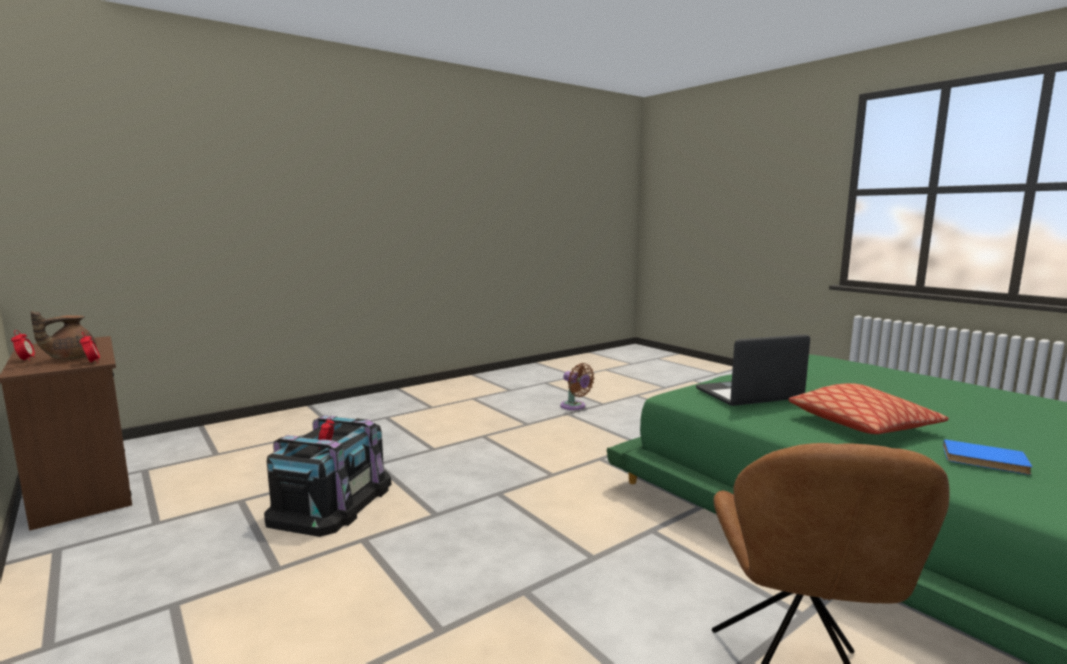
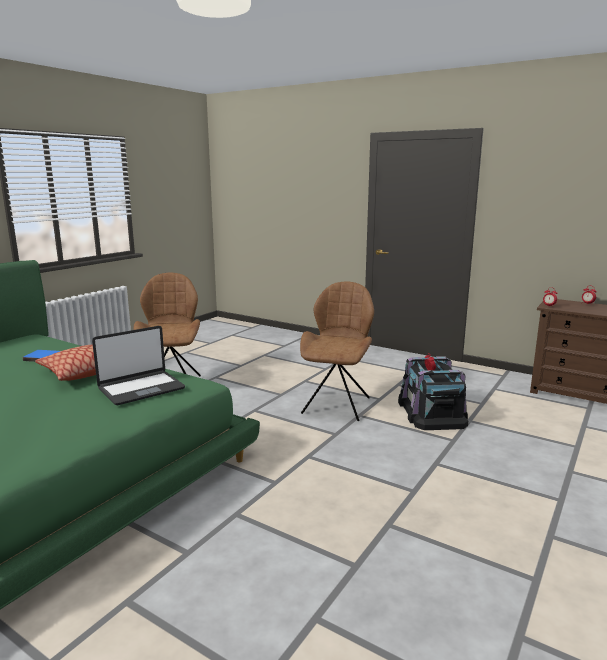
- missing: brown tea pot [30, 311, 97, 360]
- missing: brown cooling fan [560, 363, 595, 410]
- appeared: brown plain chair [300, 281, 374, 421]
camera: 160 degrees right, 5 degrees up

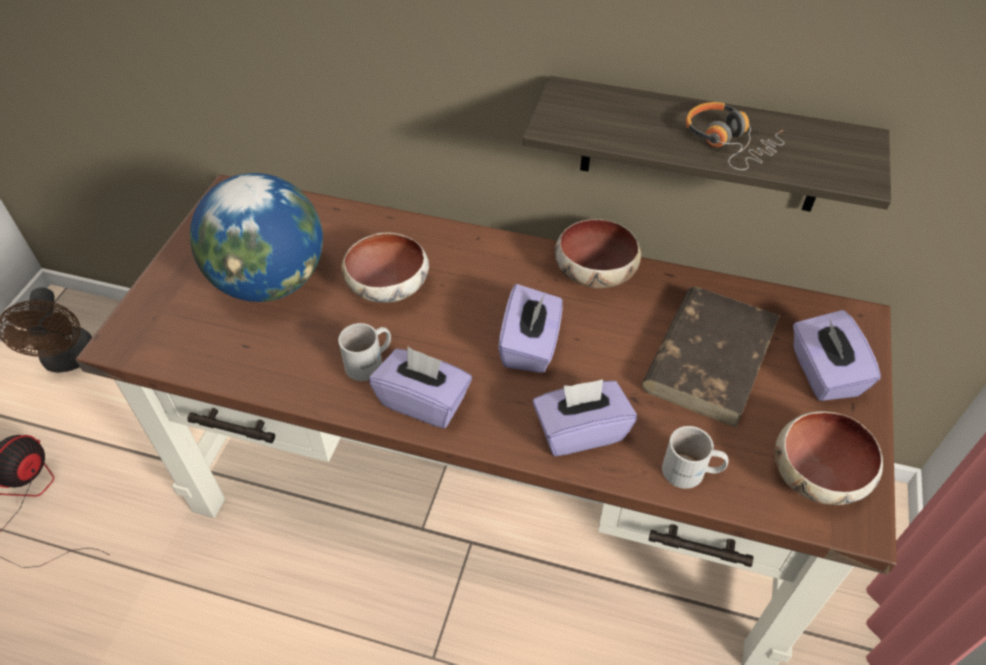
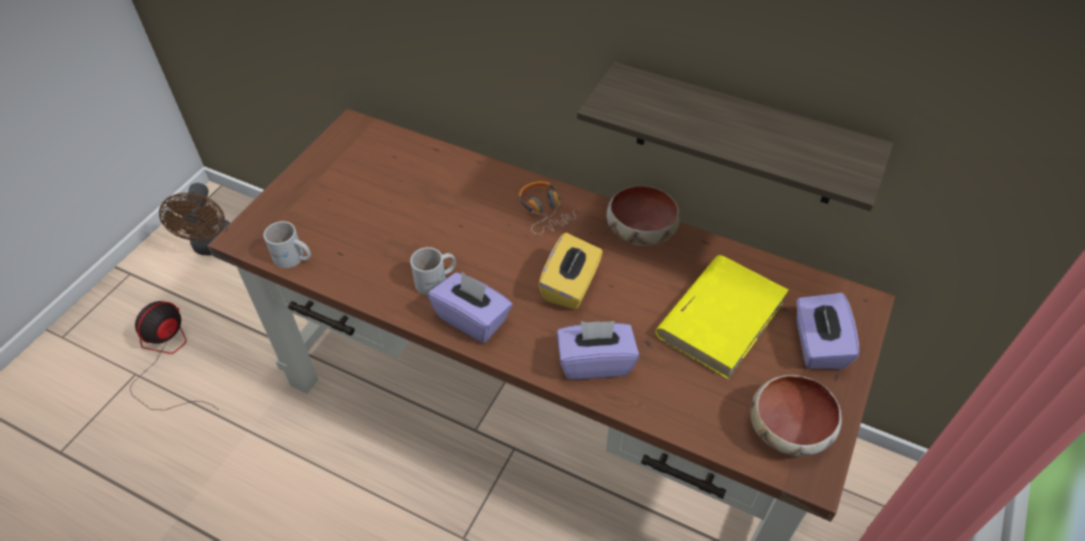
- relocated: headphones [686, 102, 784, 170] to [518, 181, 580, 234]
- missing: desk globe [190, 173, 323, 302]
- missing: bowl [342, 233, 429, 303]
- colour: purplish tissue holder [498, 284, 563, 373] to yellow tissue holder [538, 233, 603, 310]
- colour: brown book [642, 287, 780, 428] to yellow book [655, 255, 789, 380]
- relocated: white coffee mug [662, 426, 729, 489] to [263, 221, 311, 268]
camera: 10 degrees right, 0 degrees up

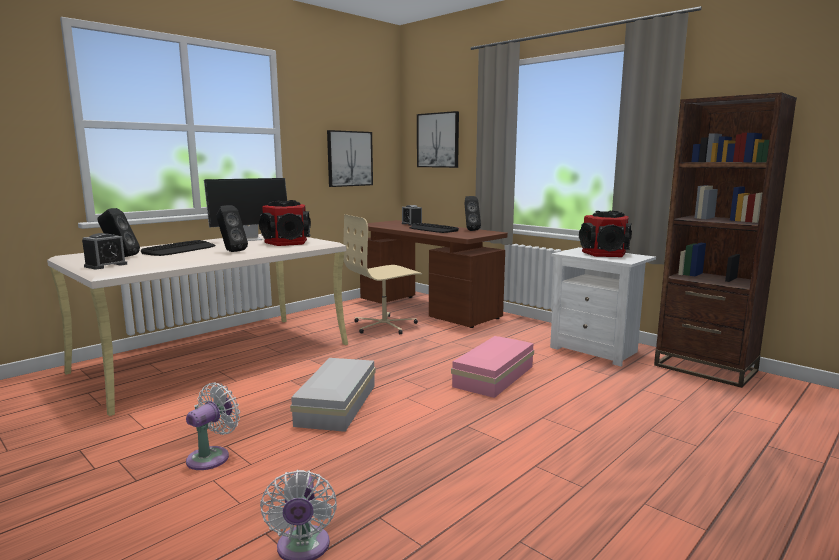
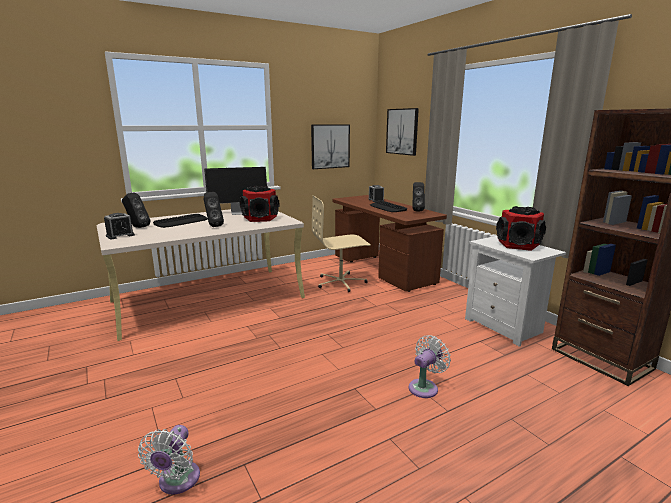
- missing: pink-coloured storage bin [451, 336, 534, 398]
- missing: white storage bin [290, 358, 376, 432]
- relocated: white cooling fan [186, 382, 240, 470] to [409, 335, 451, 398]
camera: 15 degrees right, 5 degrees up

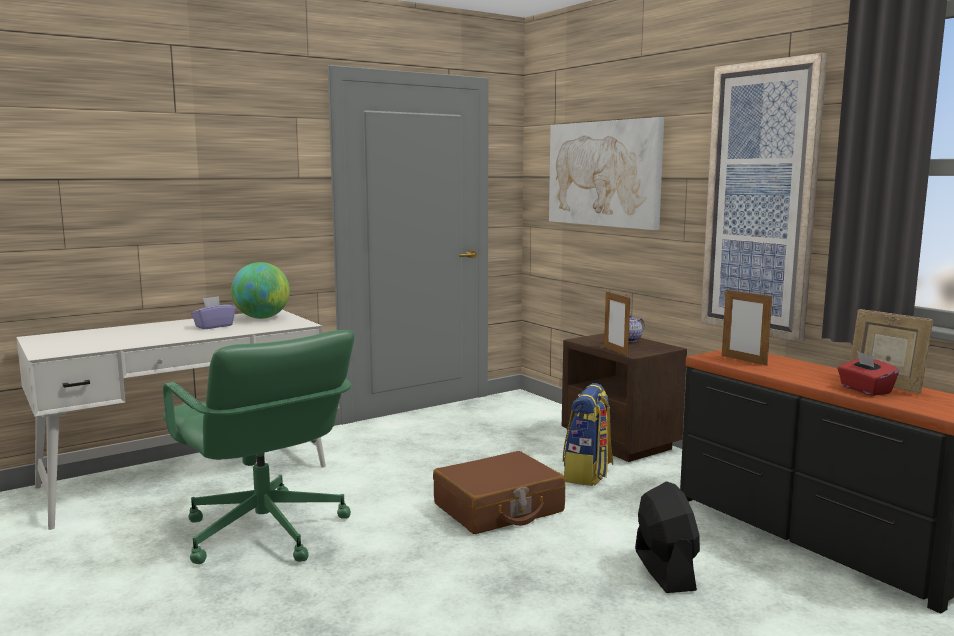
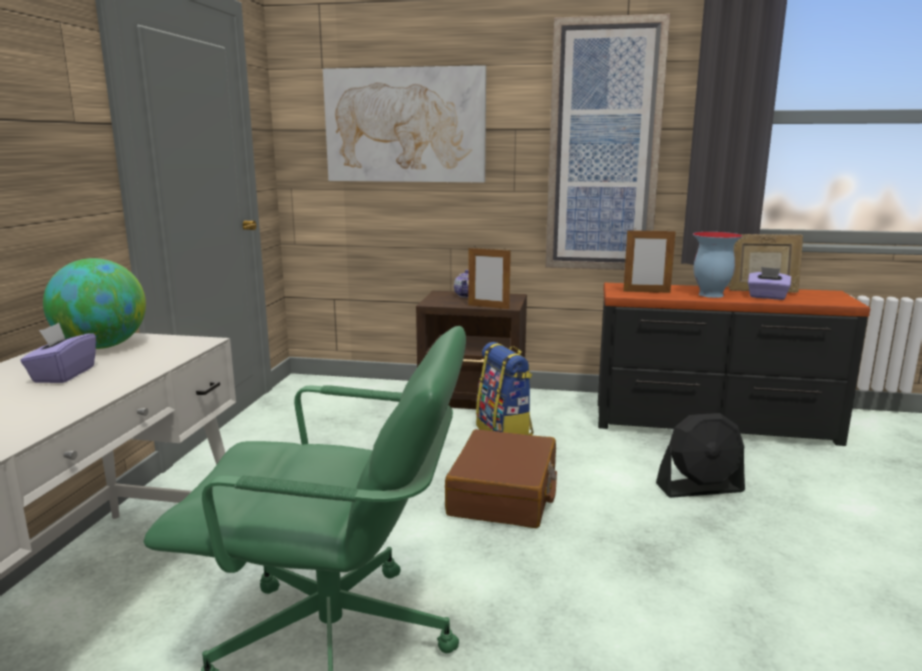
- colour: red tissue holder [837, 351, 899, 396] to purplish tissue holder [748, 267, 791, 300]
- spun: black cooling fan [635, 481, 700, 593] = [656, 413, 745, 498] 135 degrees clockwise
- appeared: vase [693, 232, 742, 298]
camera: 45 degrees left, 5 degrees up

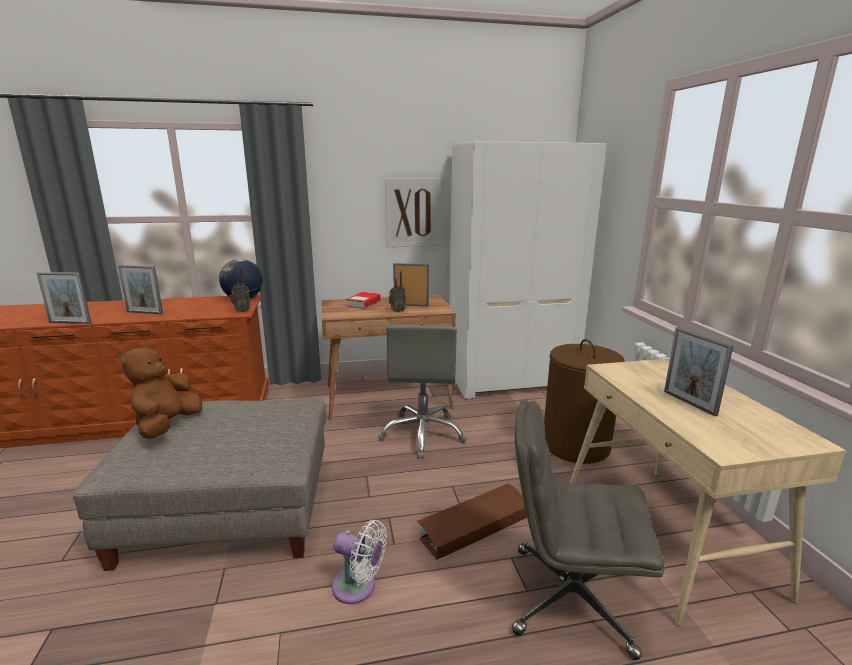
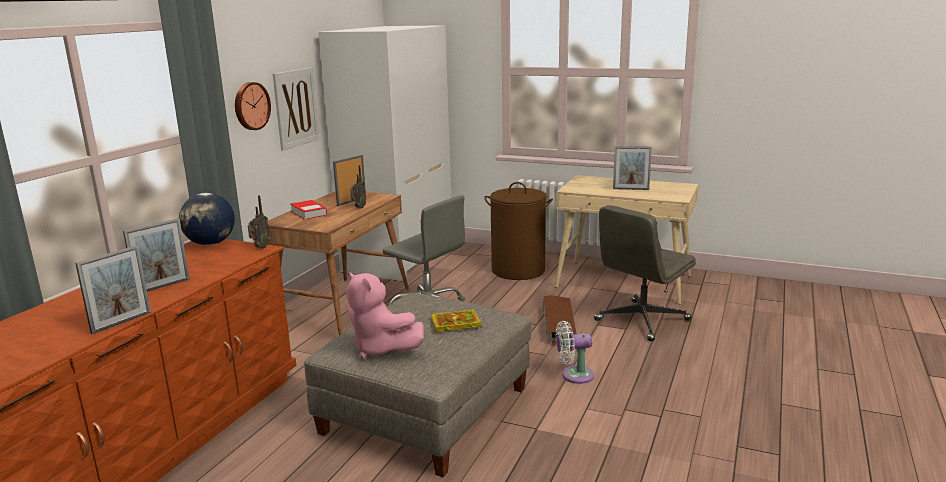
- colour: brown soft toy [118, 343, 202, 439] to pink-coloured soft toy [347, 272, 424, 359]
- spun: white cooling fan [332, 520, 387, 604] = [556, 321, 594, 384] 150 degrees counterclockwise
- appeared: clock on the wall [235, 82, 271, 130]
- appeared: book [431, 309, 482, 332]
camera: 55 degrees left, 0 degrees up

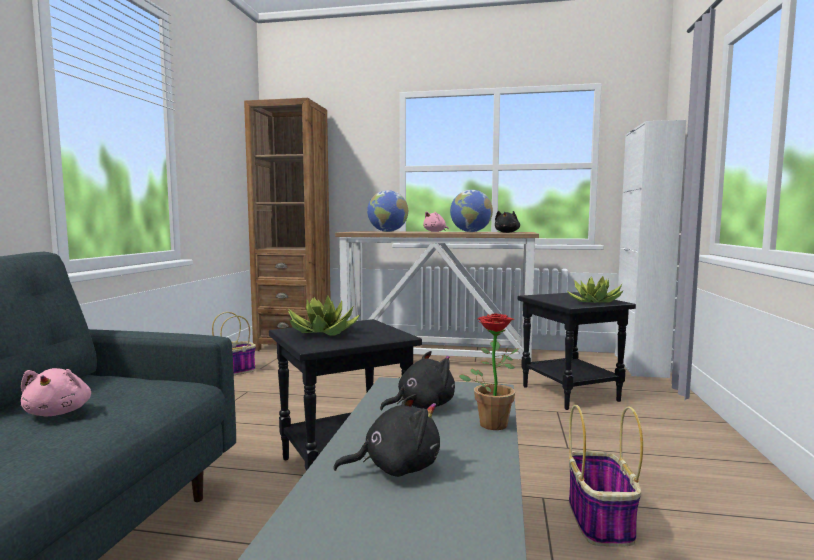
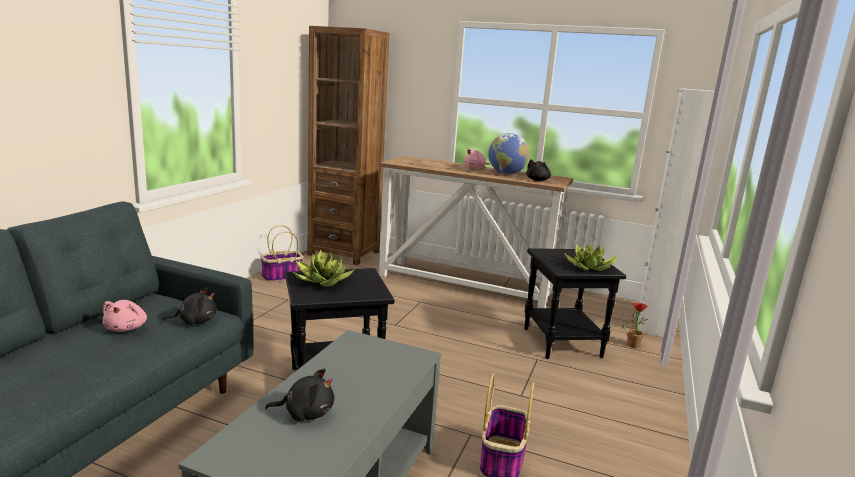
- missing: desk globe [367, 190, 408, 232]
- relocated: potted plant [459, 314, 519, 430] to [622, 303, 648, 348]
- relocated: black soft toy [380, 351, 455, 411] to [163, 288, 217, 325]
camera: 10 degrees right, 10 degrees up

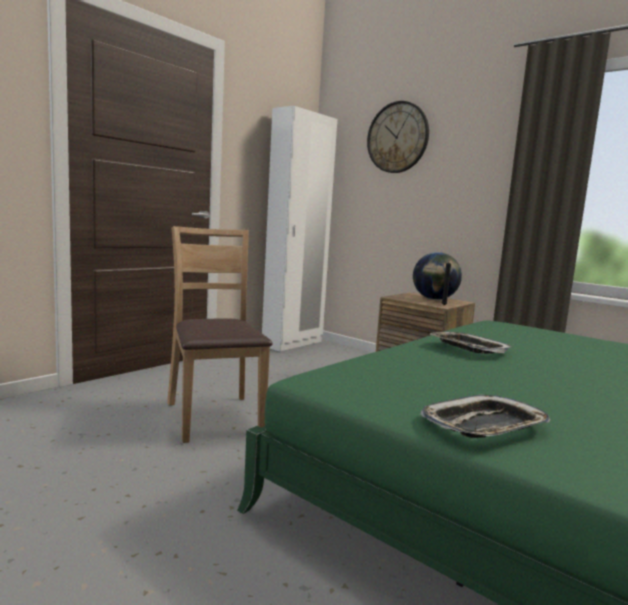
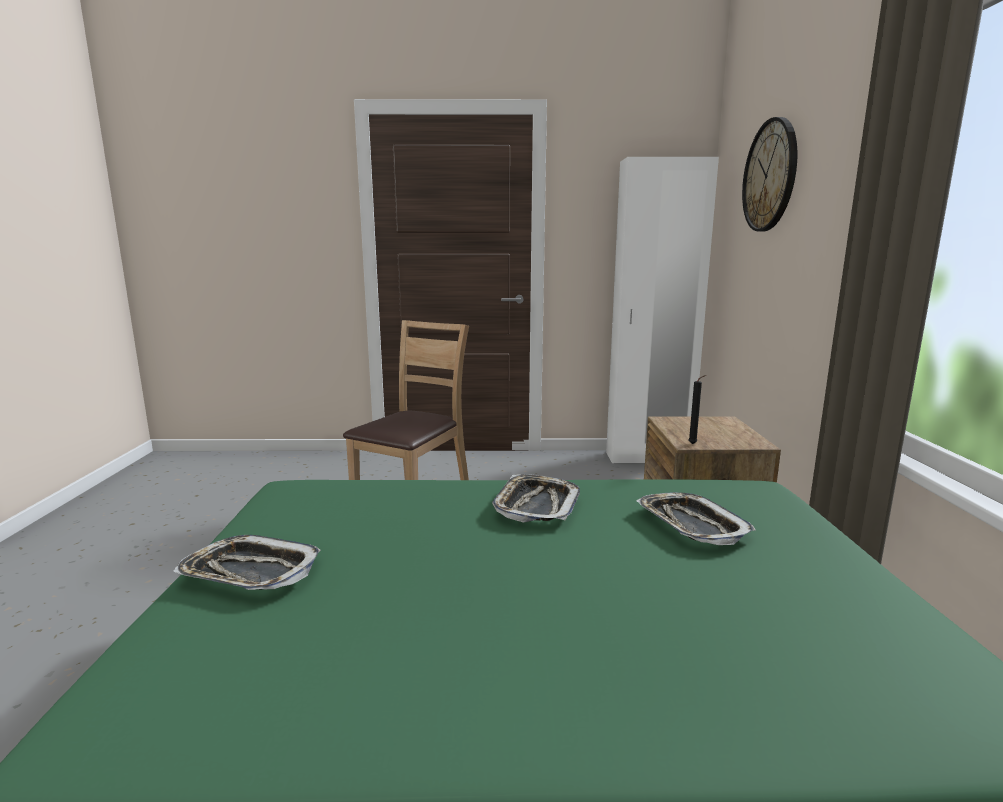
- missing: desk globe [413, 252, 462, 300]
- appeared: tray [637, 492, 756, 545]
camera: 50 degrees right, 5 degrees up

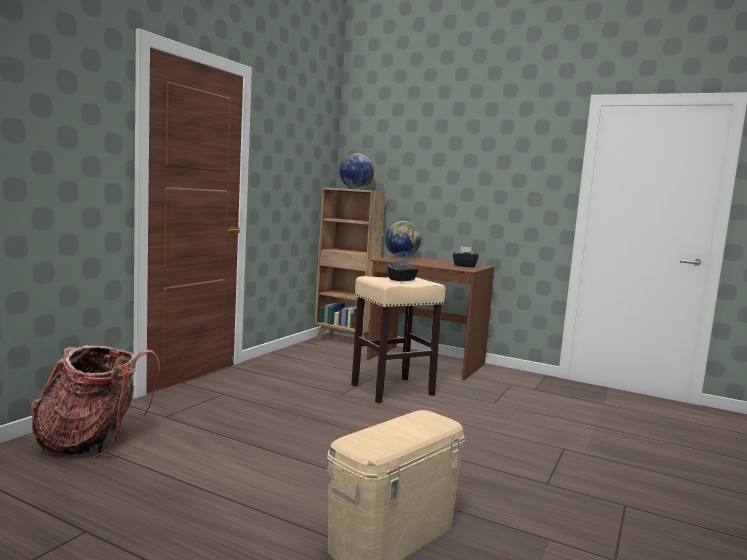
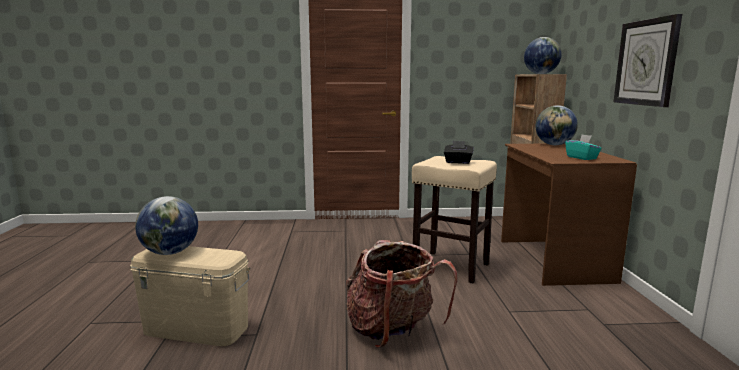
- colour: black tissue holder [453, 246, 479, 267] to turquoise tissue holder [565, 134, 602, 160]
- relocated: knapsack [30, 345, 160, 457] to [347, 240, 457, 348]
- appeared: clock on the wall [614, 14, 682, 107]
- appeared: desk globe [135, 196, 198, 255]
camera: 60 degrees right, 5 degrees up

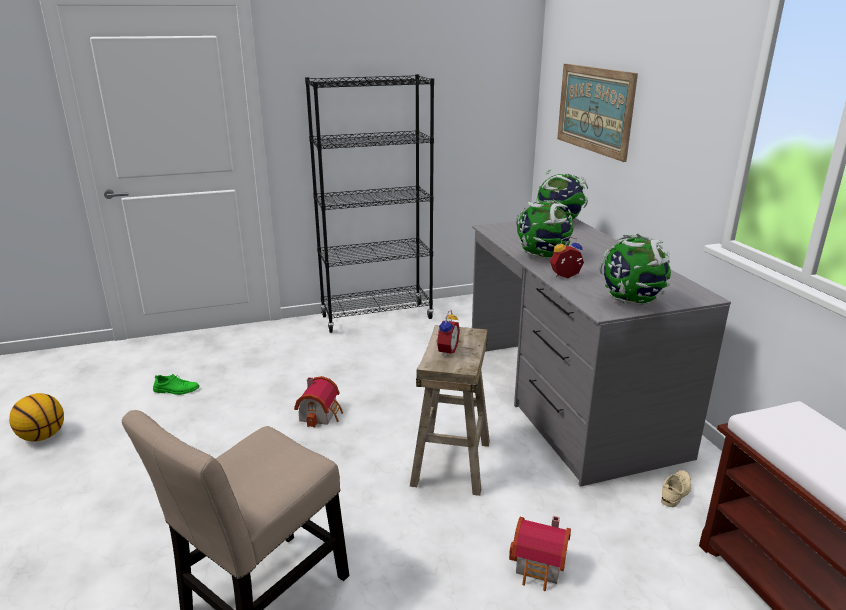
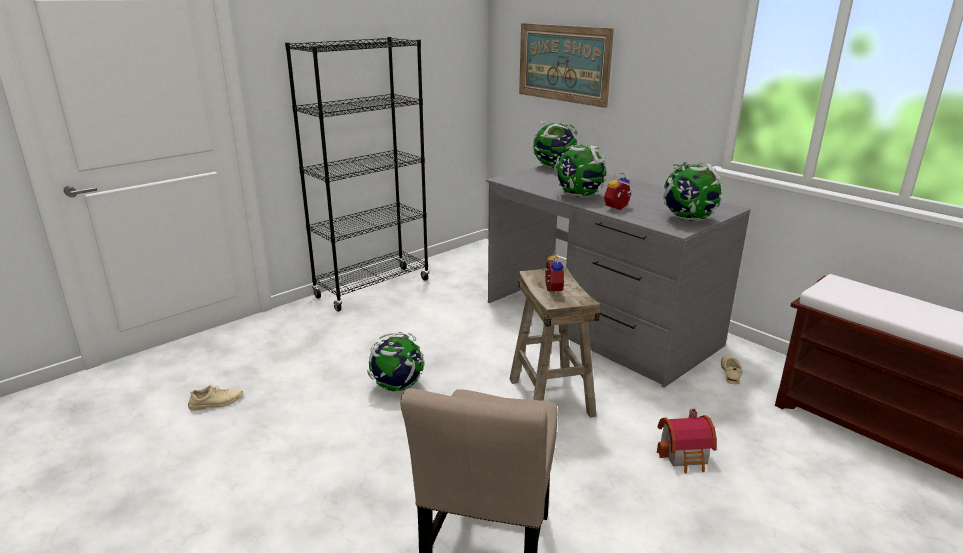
- colour: green shoe [153, 374, 199, 395] to beige shoe [188, 385, 243, 411]
- exchanged: model house [294, 376, 343, 428] to desk globe [367, 332, 424, 391]
- missing: basketball [9, 393, 64, 441]
camera: 25 degrees left, 0 degrees up

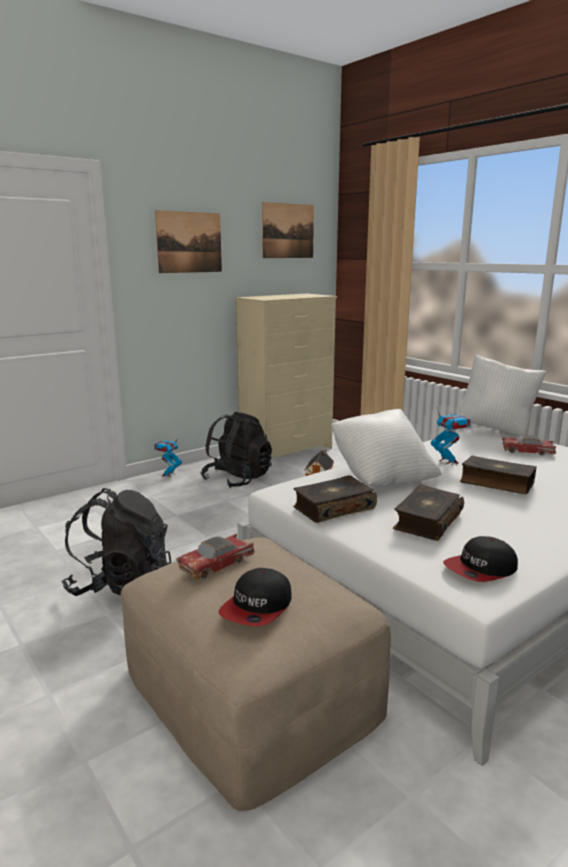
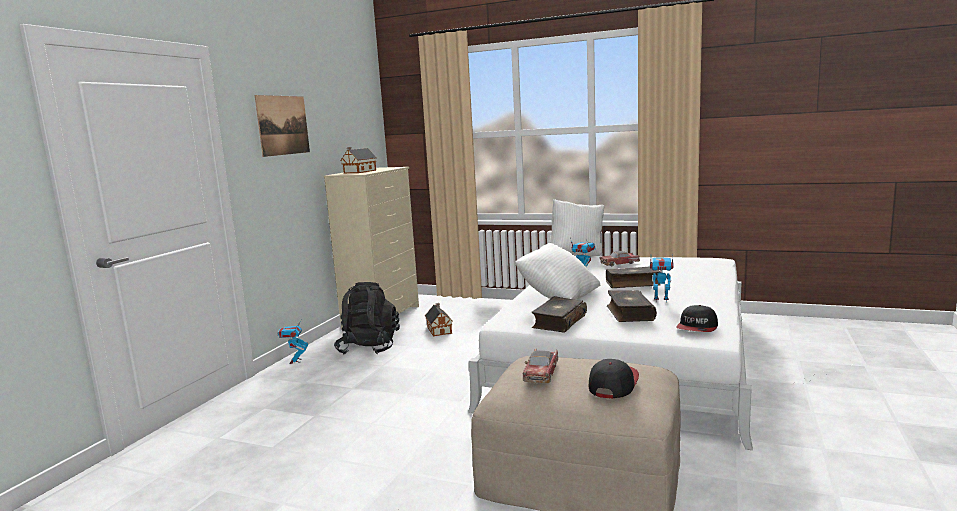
- missing: picture [262, 202, 314, 258]
- missing: black knapsack [61, 488, 172, 596]
- spun: baseball cap [219, 568, 292, 626] = [589, 359, 639, 398] 150 degrees counterclockwise
- appeared: model house [340, 147, 377, 173]
- appeared: robot figure [650, 254, 673, 303]
camera: 30 degrees left, 5 degrees down

